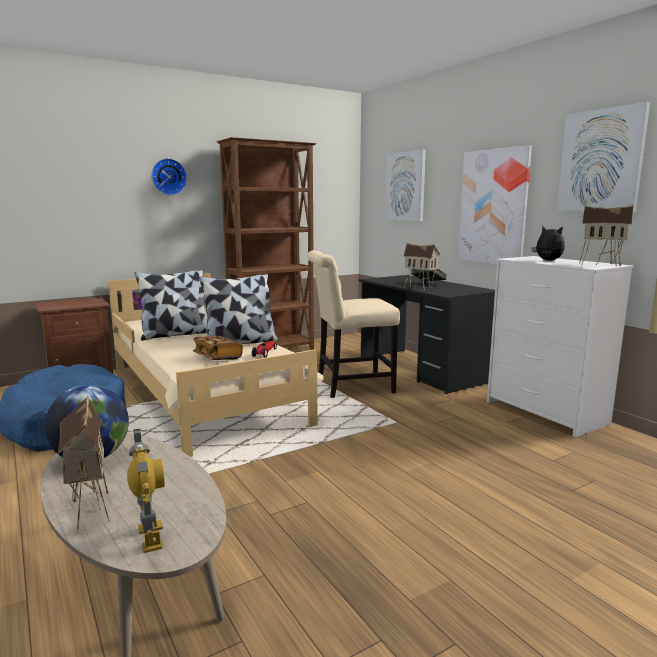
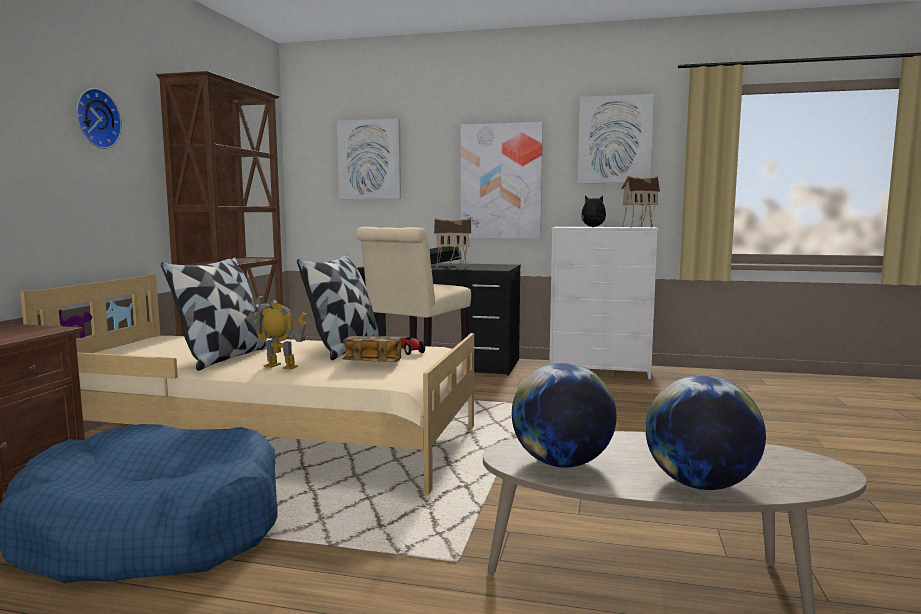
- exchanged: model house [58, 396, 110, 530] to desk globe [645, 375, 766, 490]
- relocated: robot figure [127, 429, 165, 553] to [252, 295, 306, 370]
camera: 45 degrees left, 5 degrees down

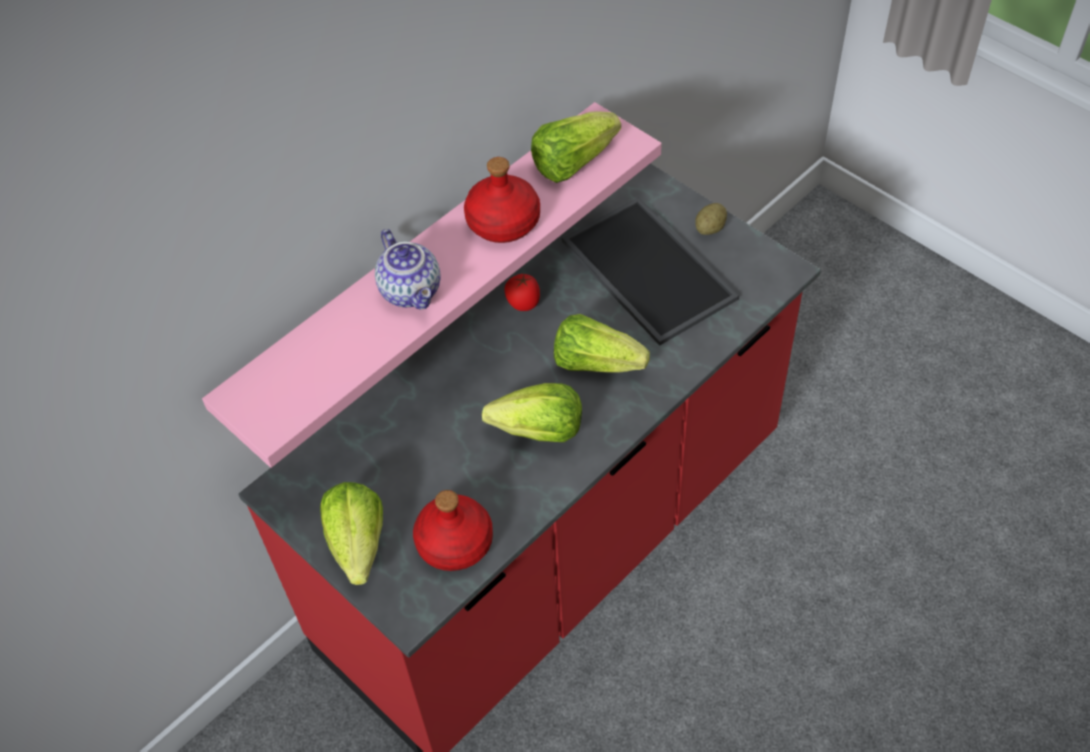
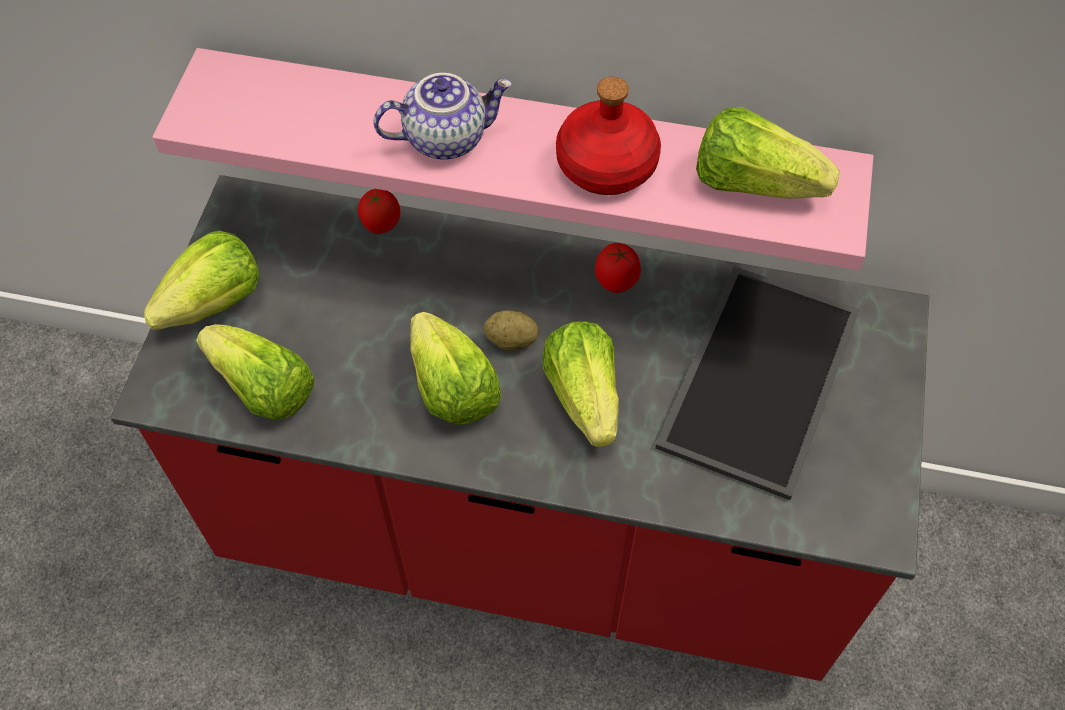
- relocated: spud [695, 203, 727, 235] to [484, 310, 539, 351]
- spun: tea pot [375, 229, 440, 310] = [373, 73, 512, 160] 135 degrees counterclockwise
- exchanged: red bottle [413, 490, 493, 571] to lettuce head [196, 324, 315, 420]
- appeared: tomato [358, 189, 400, 234]
camera: 55 degrees right, 5 degrees up

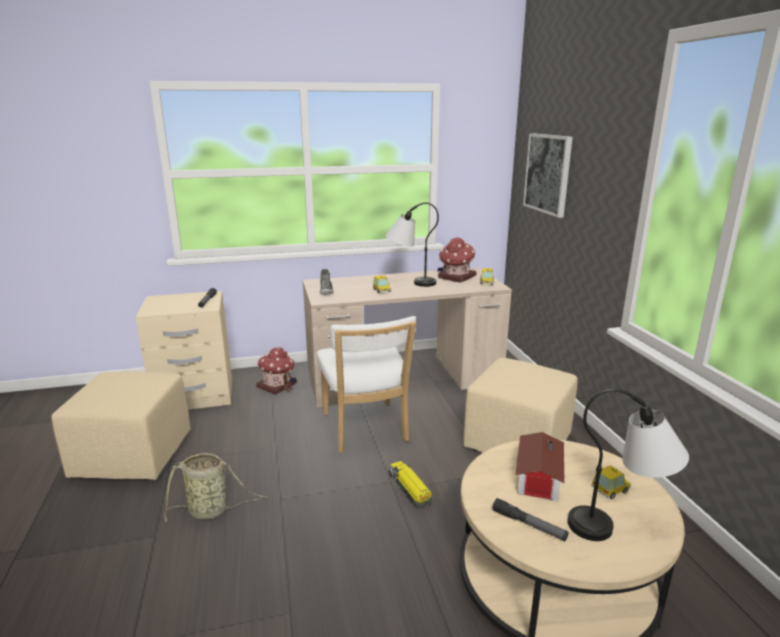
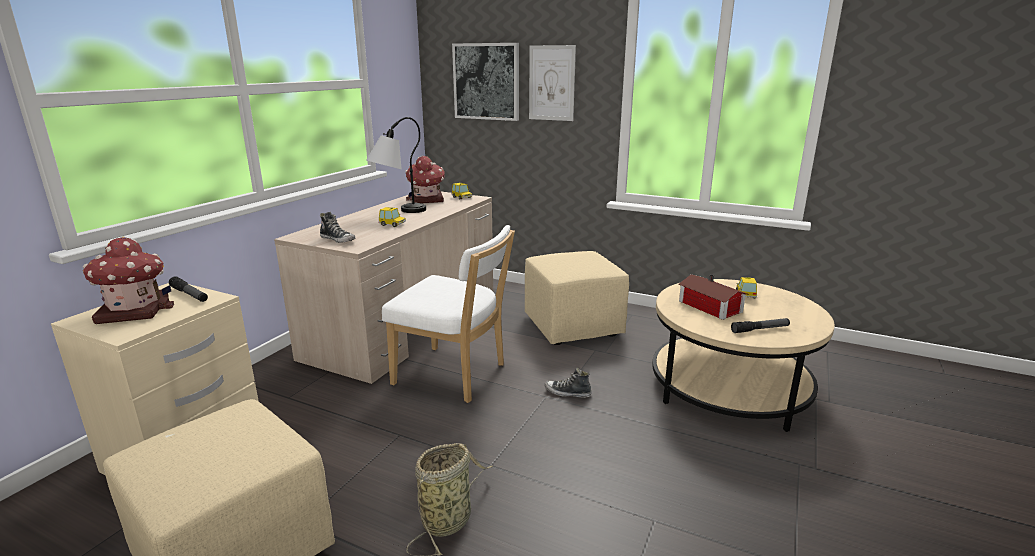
- relocated: model house [256, 347, 297, 395] to [83, 236, 174, 324]
- missing: lamp for a table [568, 388, 689, 541]
- exchanged: toy truck [388, 461, 433, 509] to shoe [544, 368, 592, 398]
- appeared: picture [529, 45, 576, 121]
camera: 50 degrees left, 0 degrees up

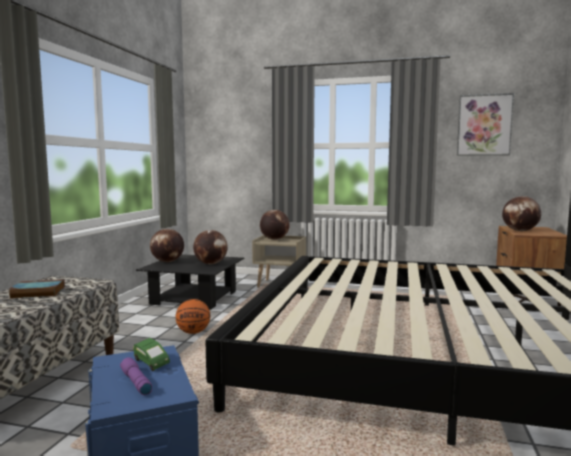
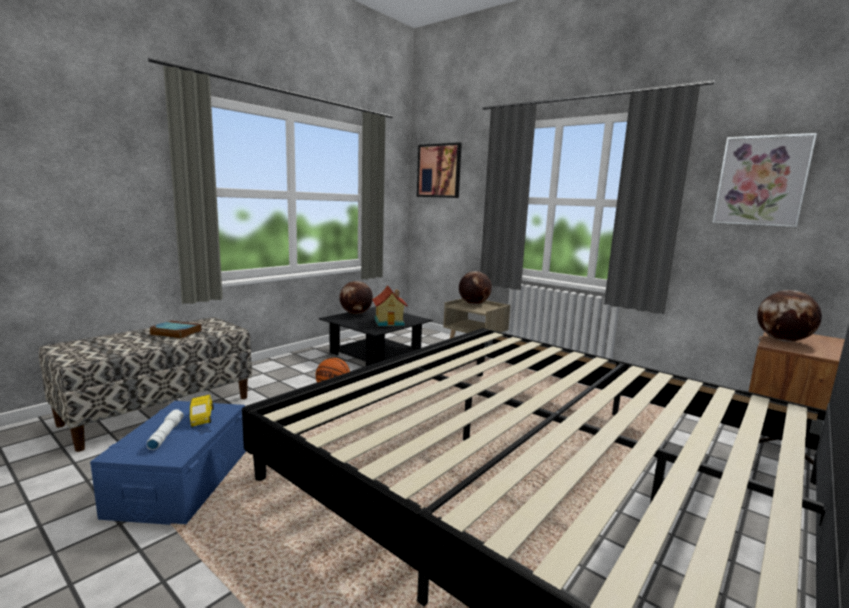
- exchanged: desk globe [193, 230, 228, 264] to model house [372, 285, 408, 326]
- colour: green model car [133, 338, 170, 371] to yellow model car [190, 394, 214, 427]
- colour: purplish flashlight [120, 357, 152, 395] to white flashlight [147, 409, 184, 450]
- appeared: picture [417, 142, 462, 198]
camera: 25 degrees right, 5 degrees up

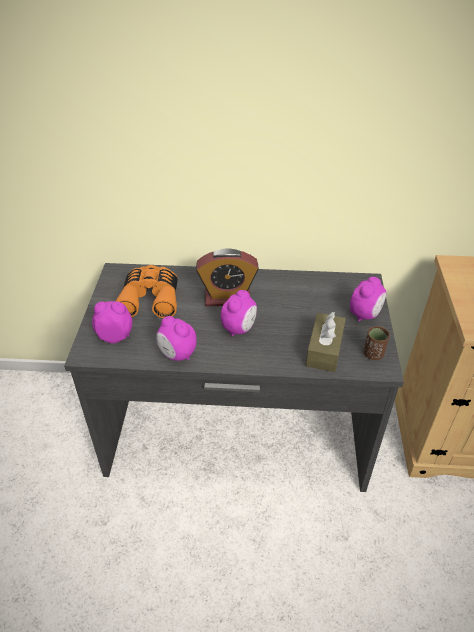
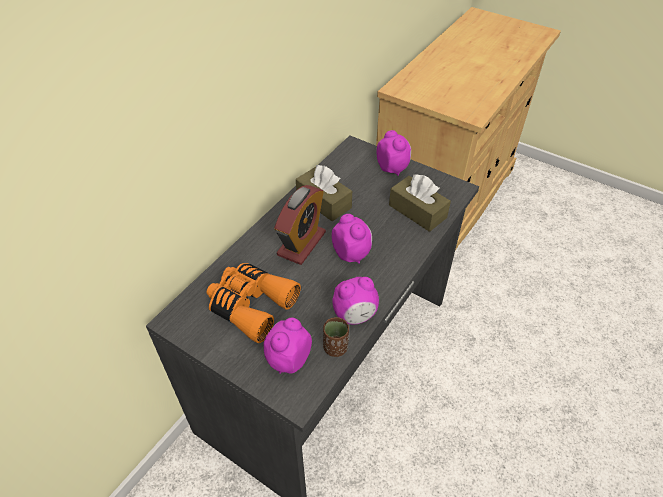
- relocated: brown small cup [363, 326, 390, 360] to [323, 317, 349, 357]
- appeared: brown tissue holder [296, 165, 352, 221]
camera: 60 degrees left, 5 degrees up

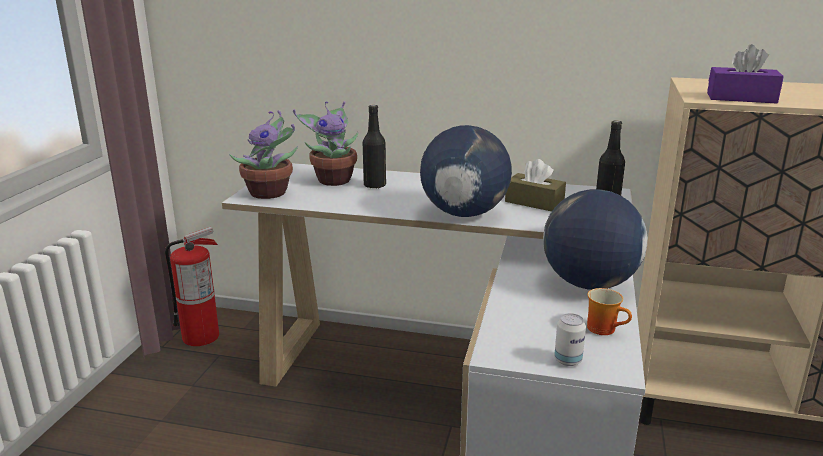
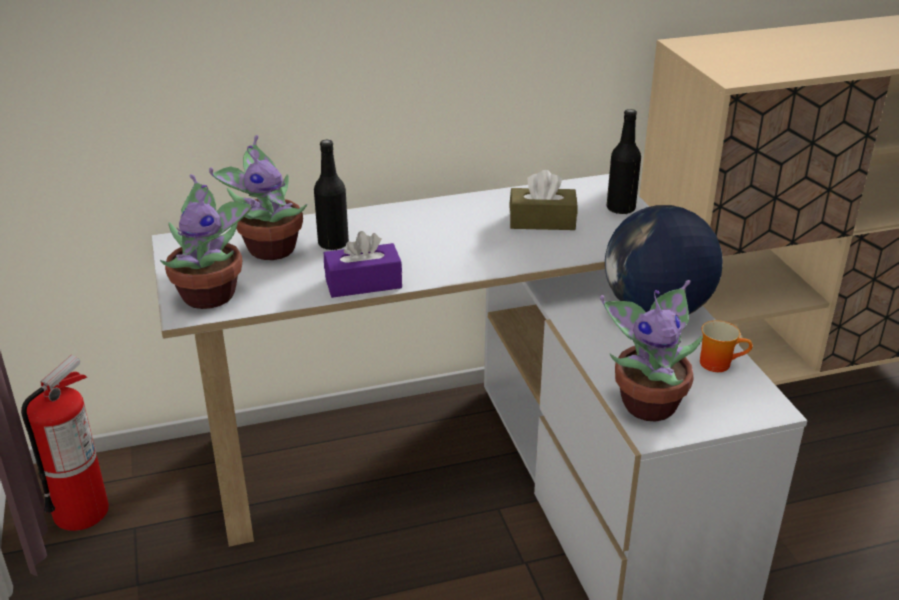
- relocated: purplish tissue holder [707, 44, 784, 103] to [324, 231, 402, 298]
- missing: desk globe [420, 125, 512, 217]
- missing: metal can [554, 313, 586, 366]
- appeared: potted plant [600, 280, 703, 422]
camera: 30 degrees left, 10 degrees up

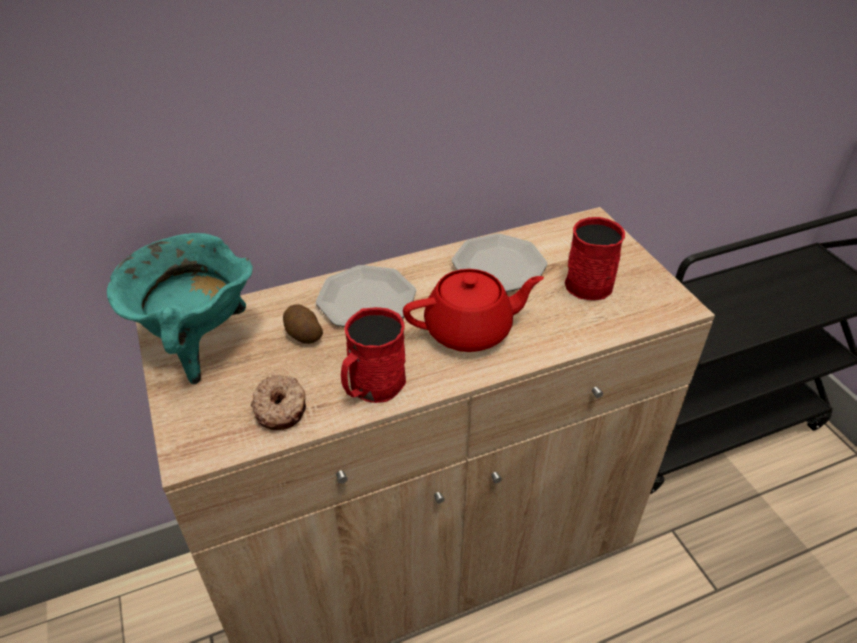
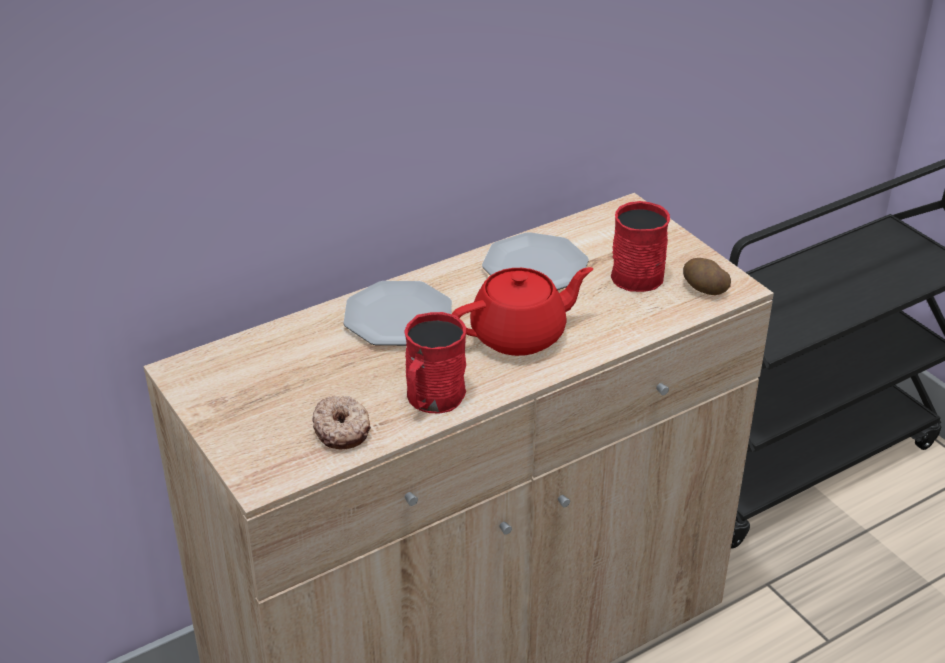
- missing: turquoise cooking pot [107, 233, 253, 384]
- relocated: spud [283, 304, 323, 344] to [683, 258, 731, 295]
camera: 10 degrees left, 5 degrees down

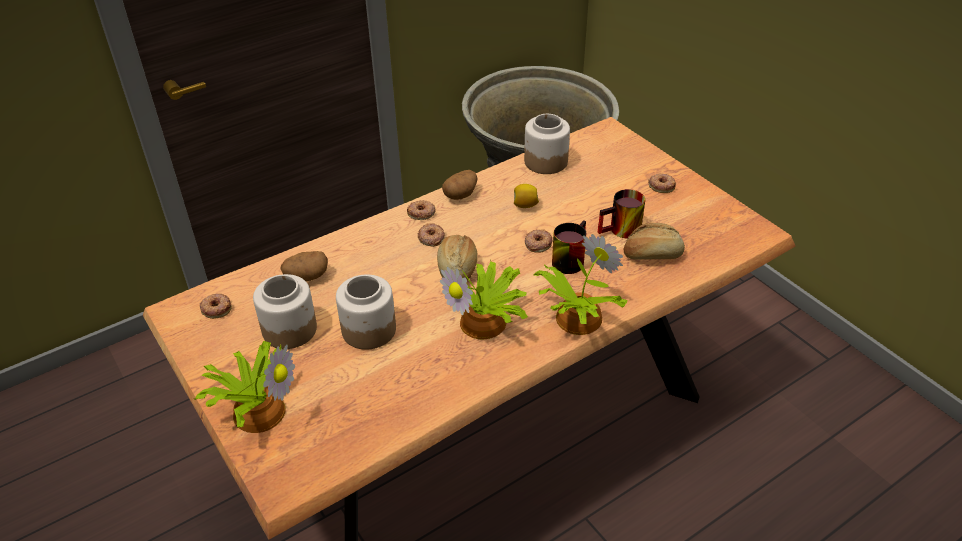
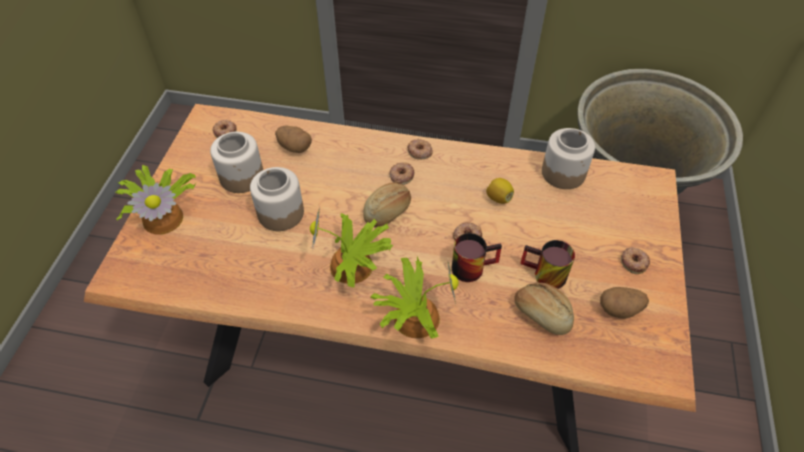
- relocated: spud [442, 170, 477, 200] to [600, 287, 649, 319]
camera: 45 degrees right, 10 degrees up

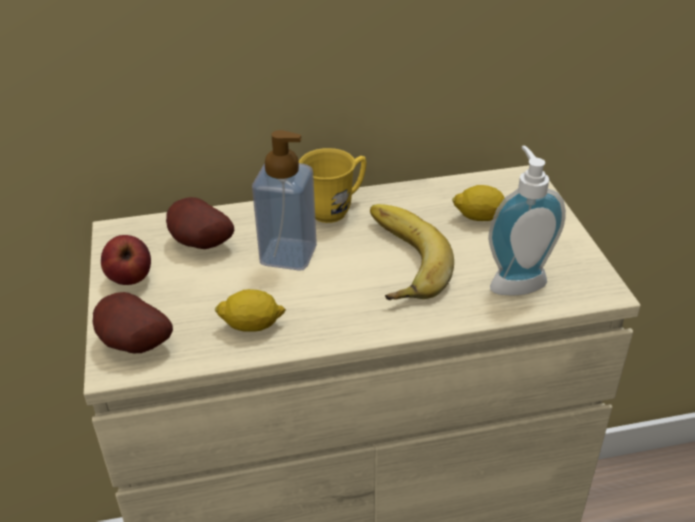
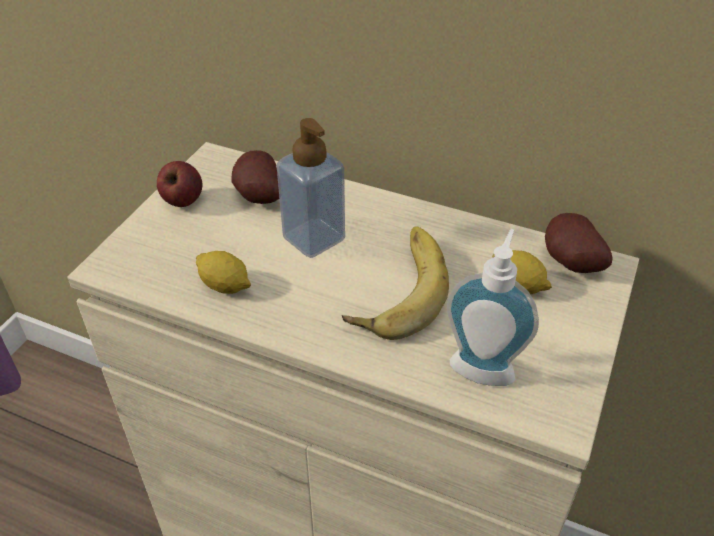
- missing: yellow coffee mug [299, 148, 367, 223]
- relocated: spud [93, 292, 173, 353] to [545, 213, 612, 273]
camera: 35 degrees right, 5 degrees up

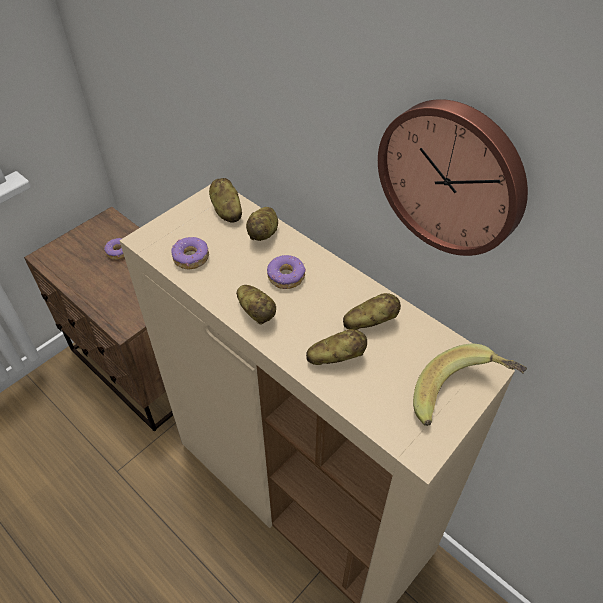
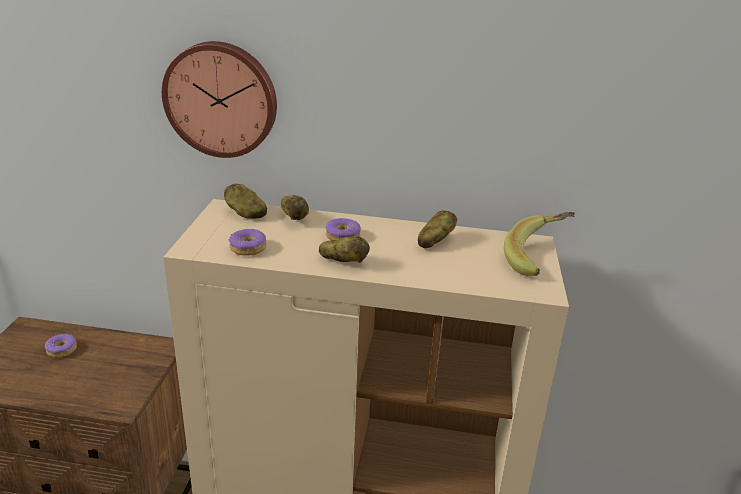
- relocated: clock on the wall [378, 99, 528, 256] to [162, 41, 277, 158]
- missing: spud [306, 329, 367, 365]
camera: 35 degrees left, 20 degrees down

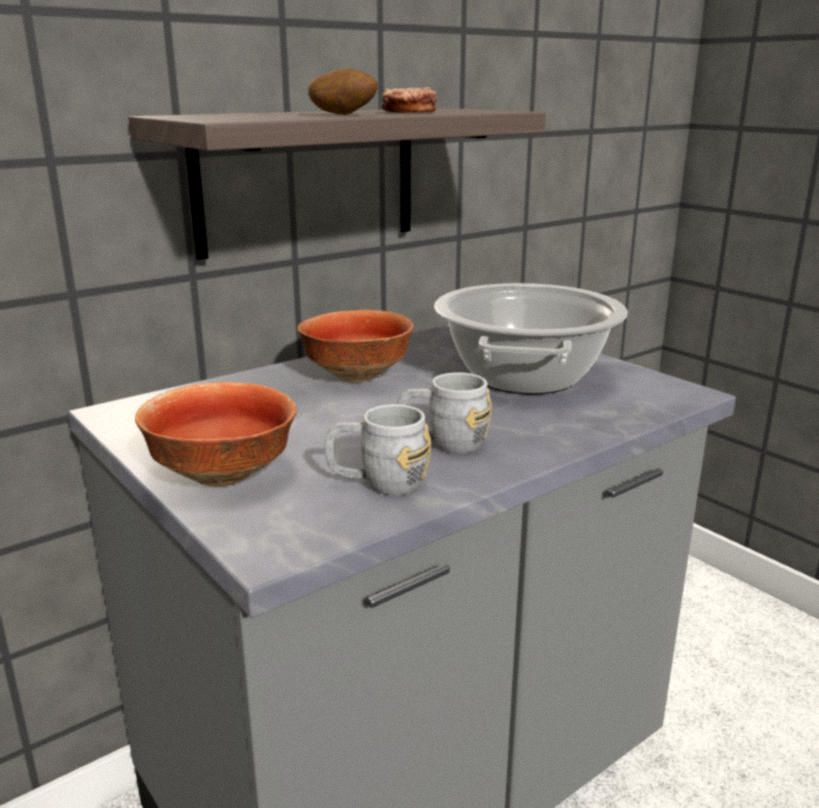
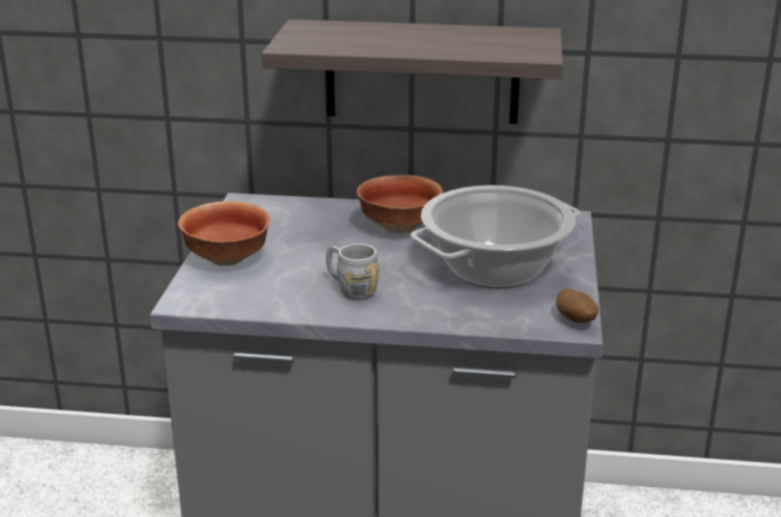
- relocated: spud [308, 69, 378, 115] to [556, 288, 599, 323]
- missing: donut [382, 87, 437, 113]
- missing: greyish coffee mug [325, 404, 431, 496]
camera: 45 degrees right, 5 degrees up

